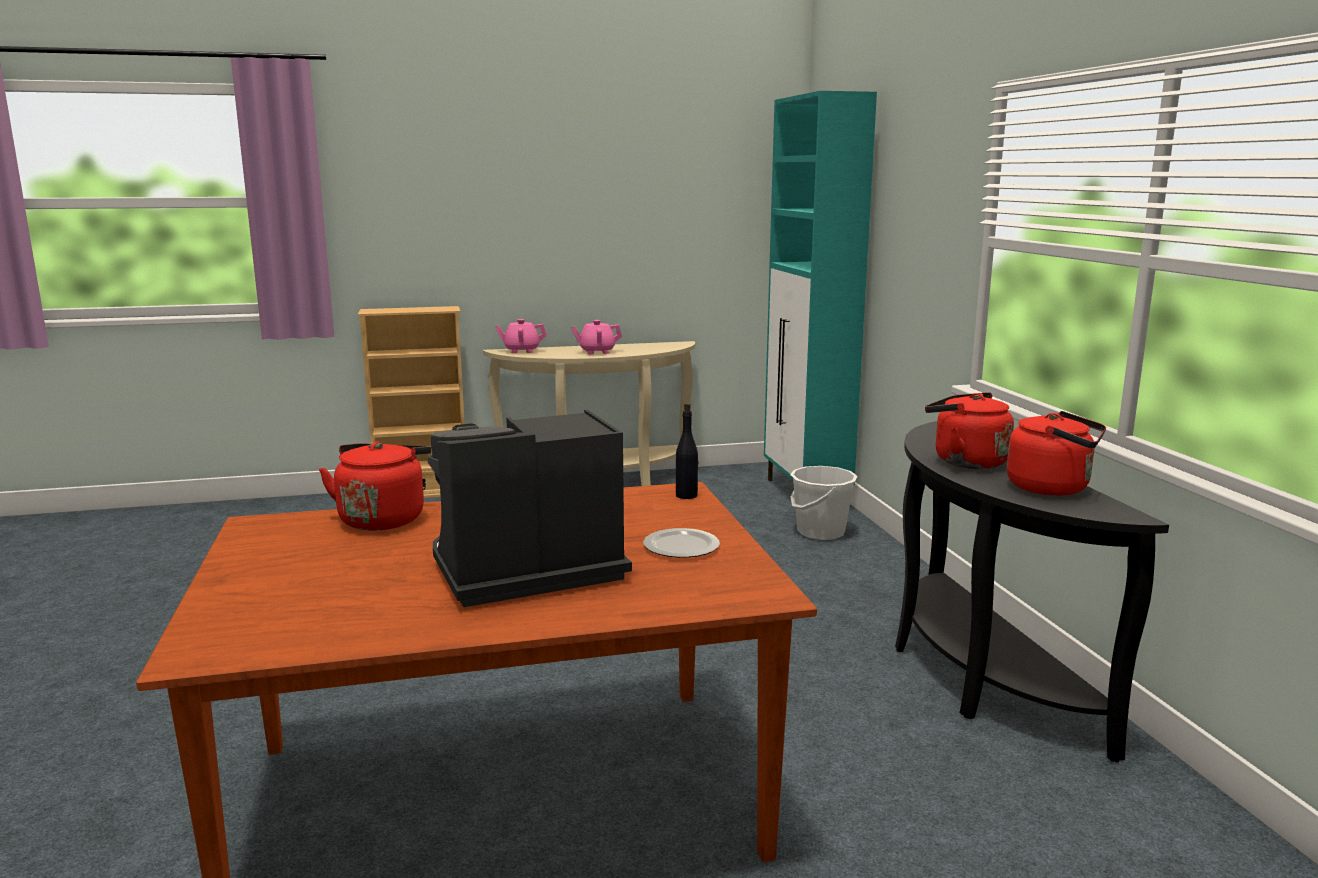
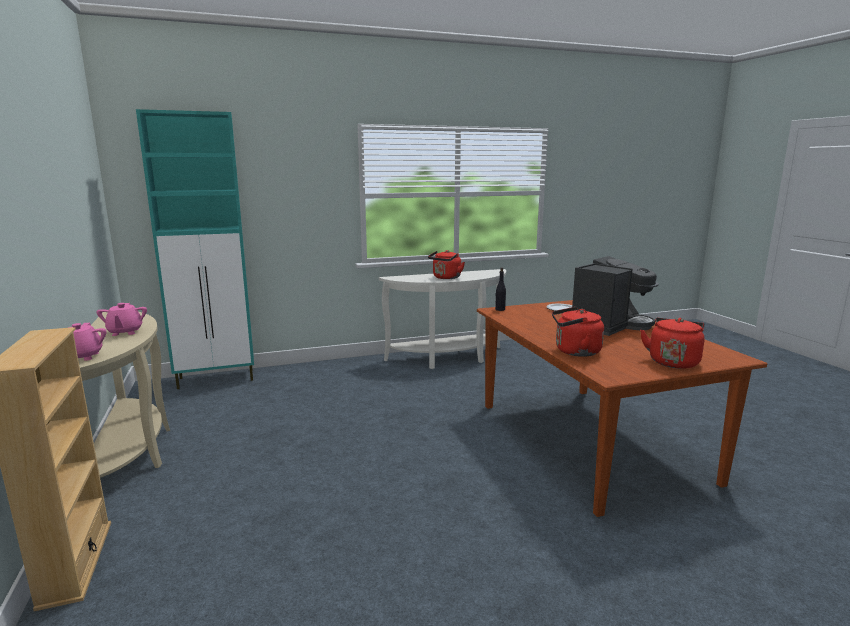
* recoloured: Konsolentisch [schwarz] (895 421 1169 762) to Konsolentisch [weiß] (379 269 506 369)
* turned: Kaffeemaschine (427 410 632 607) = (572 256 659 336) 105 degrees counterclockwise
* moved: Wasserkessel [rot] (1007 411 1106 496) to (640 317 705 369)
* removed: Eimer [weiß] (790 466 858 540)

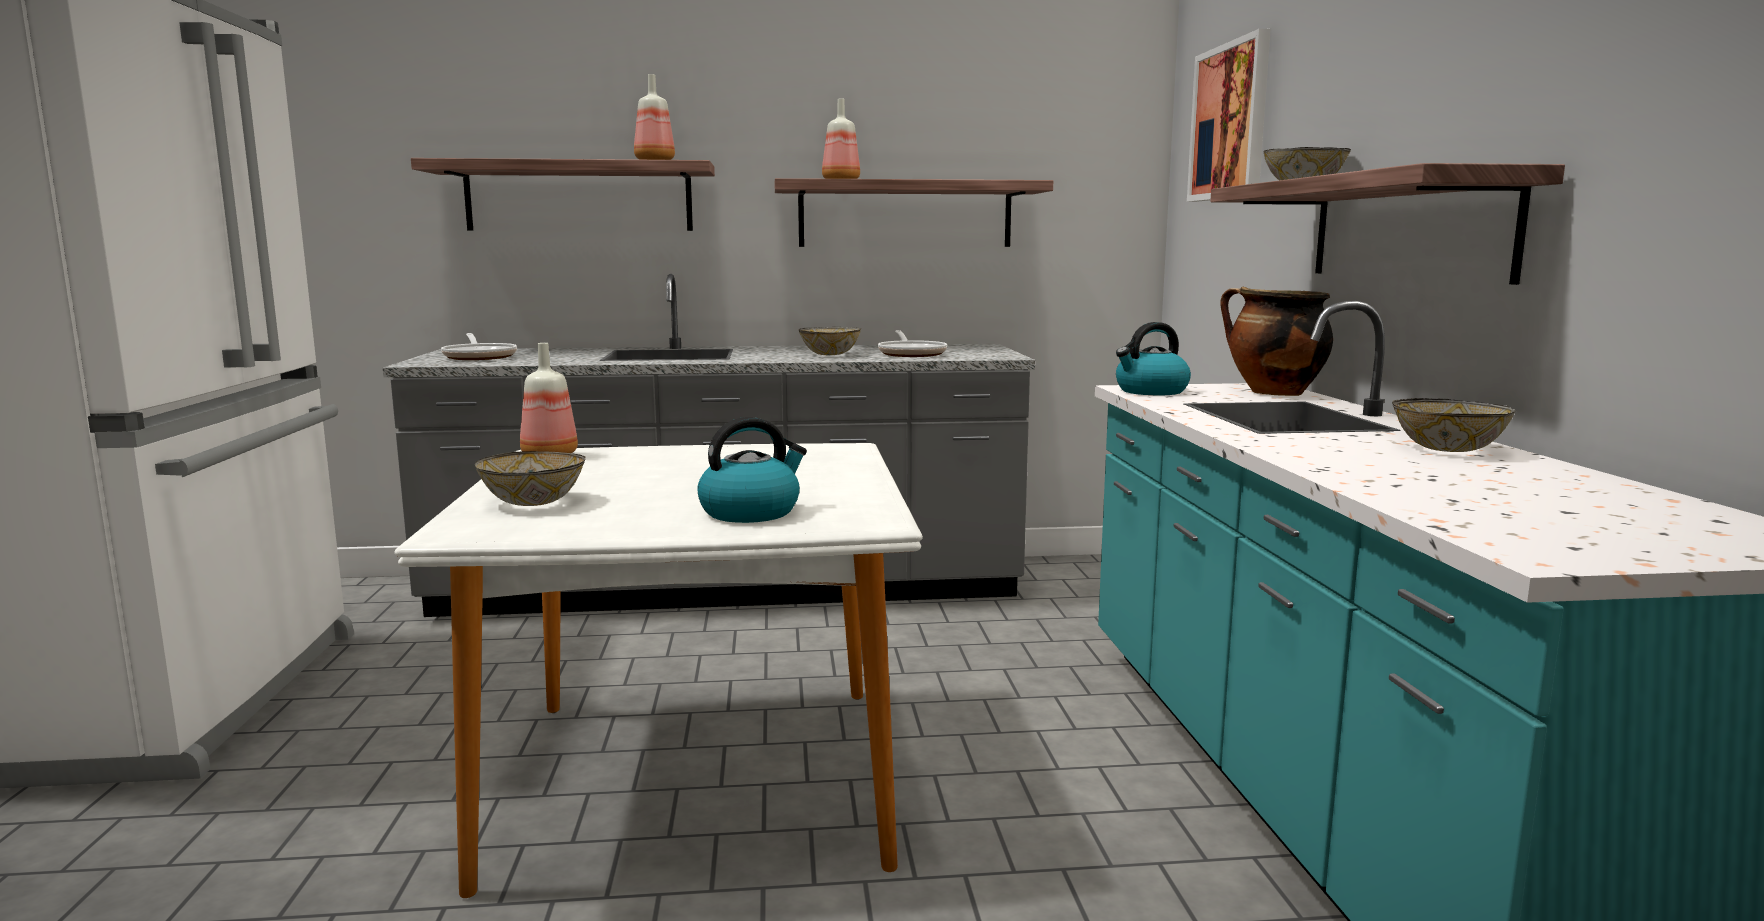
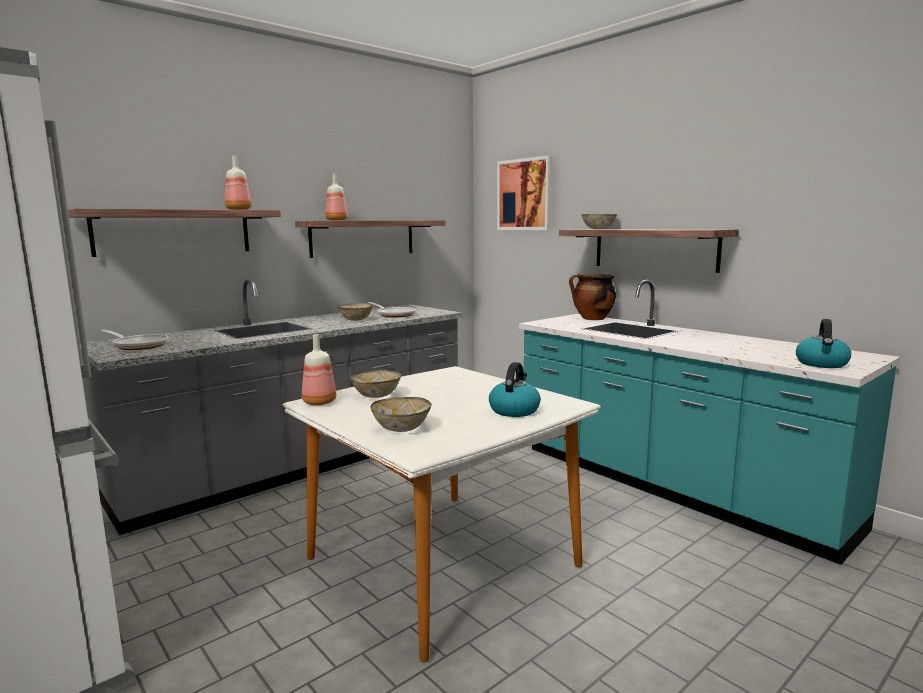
* moved: Schüssel (1392 398 1515 452) to (350 370 401 398)
* moved: Wasserkessel (1116 322 1191 395) to (796 319 851 368)

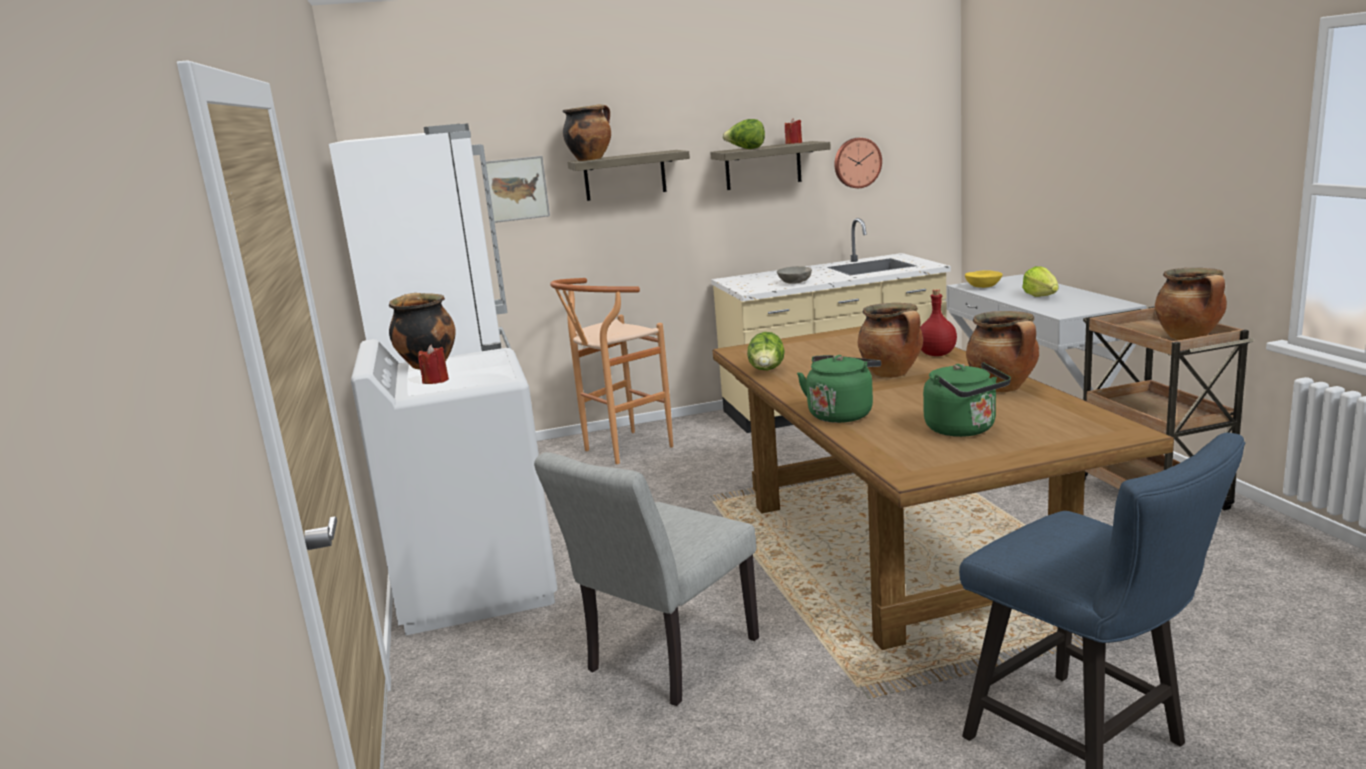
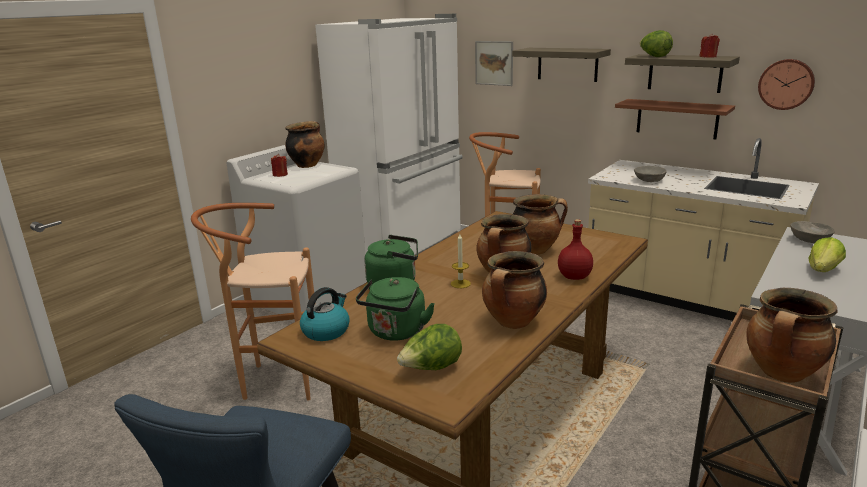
* replaced: Stuhl [grau] (534 452 759 706) to Hocker [braun] (191 203 314 401)
* added: Wasserkessel (300 287 350 341)
* moved: Salatkopf (747 332 785 371) to (397 324 462 370)
* added: Kerze (451 234 471 288)
* moved: Kochtopf (563 104 611 161) to (512 194 568 255)
* added: Wandregal [braun] (615 99 735 140)
* recoloured: Schüssel [gelb] (965 270 1002 288) to Schüssel [grau] (790 221 835 243)

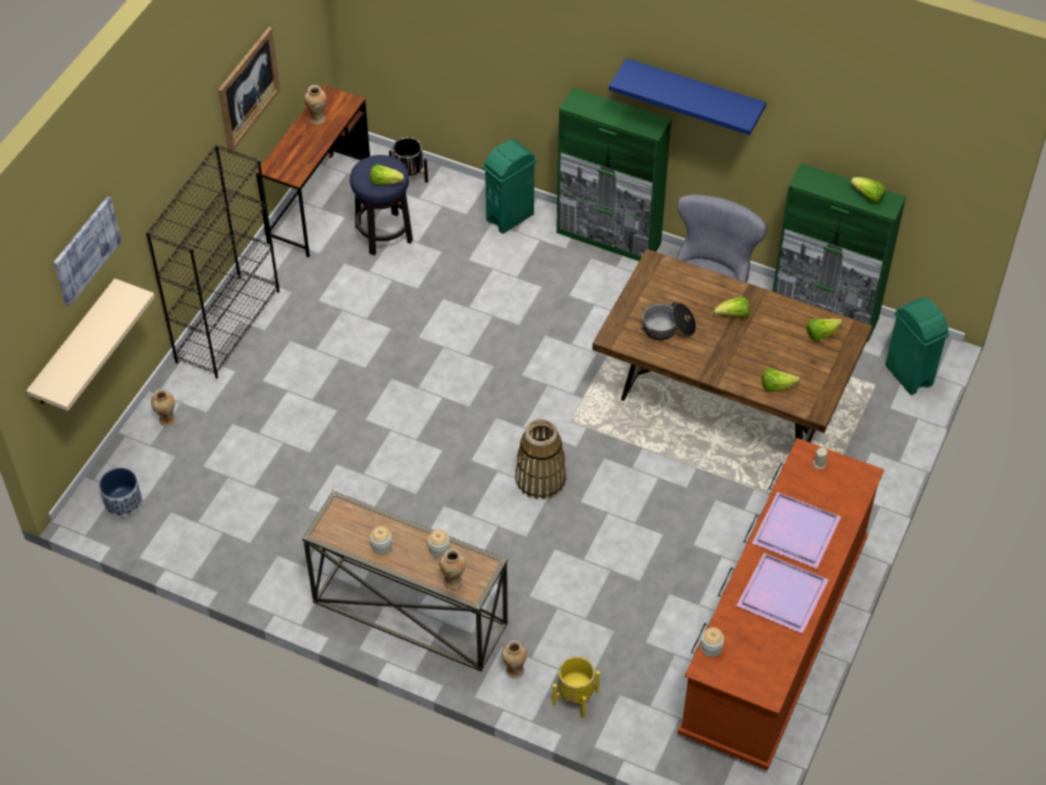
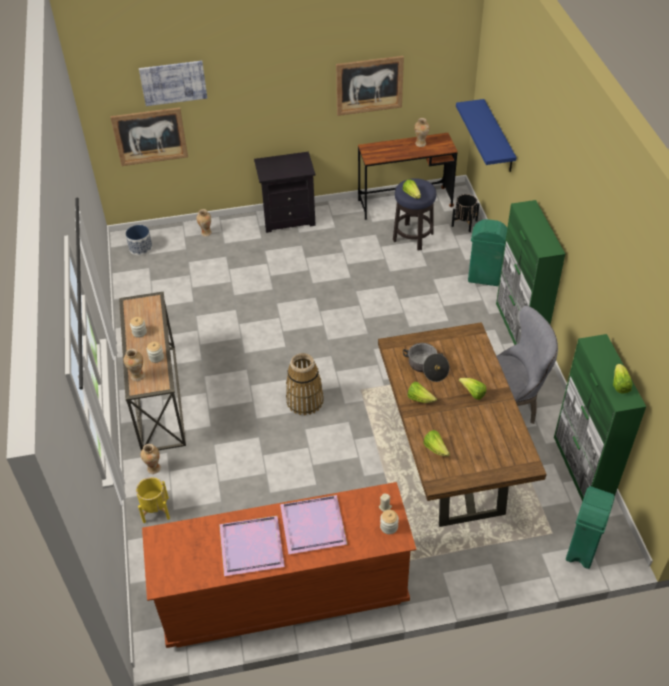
* replaced: Wandregal [beige] (26 278 155 411) to Bild (110 107 188 166)
* replaced: Bücherregal [schwarz] (146 144 280 379) to Nachttisch [schwarz] (254 152 316 233)
* moved: Vorratsglas (701 627 724 657) to (380 510 399 534)
* moved: Salatkopf (807 319 842 341) to (408 382 437 403)
* moved: Wandregal [blau] (609 58 766 135) to (456 99 517 172)

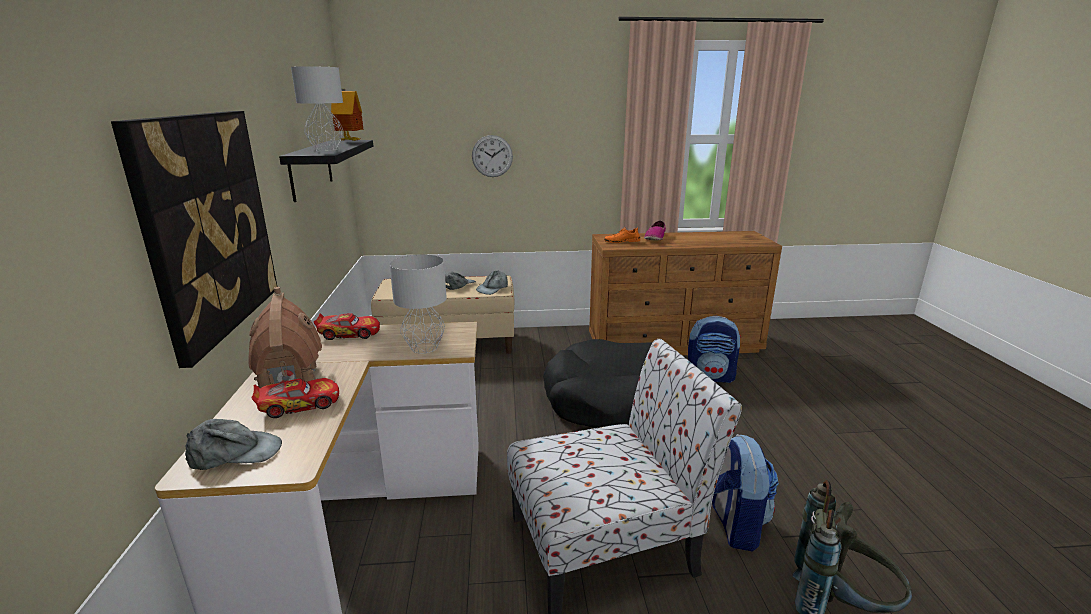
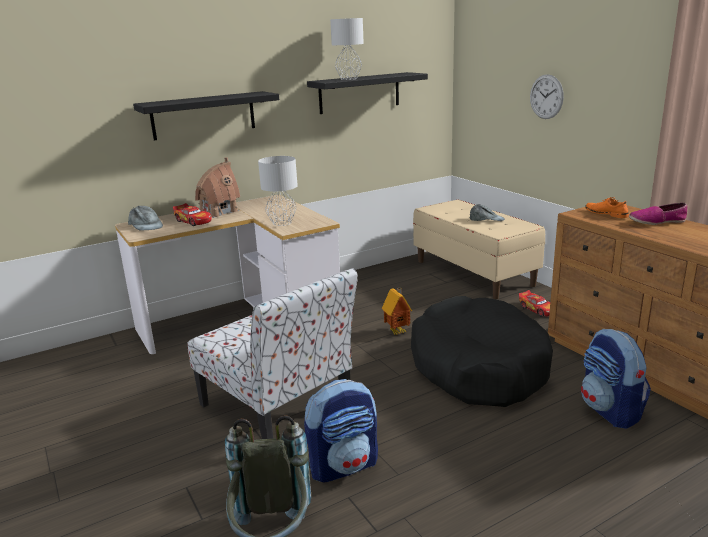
* replaced: Bild (111 111 277 368) to Wandregal [schwarz] (133 91 279 140)
* moved: Spielzeughaus (331 89 363 142) to (382 288 412 335)
* moved: Spielzeugauto (313 313 380 340) to (519 290 550 317)
* removed: Kappe [grau] (476 271 508 295)

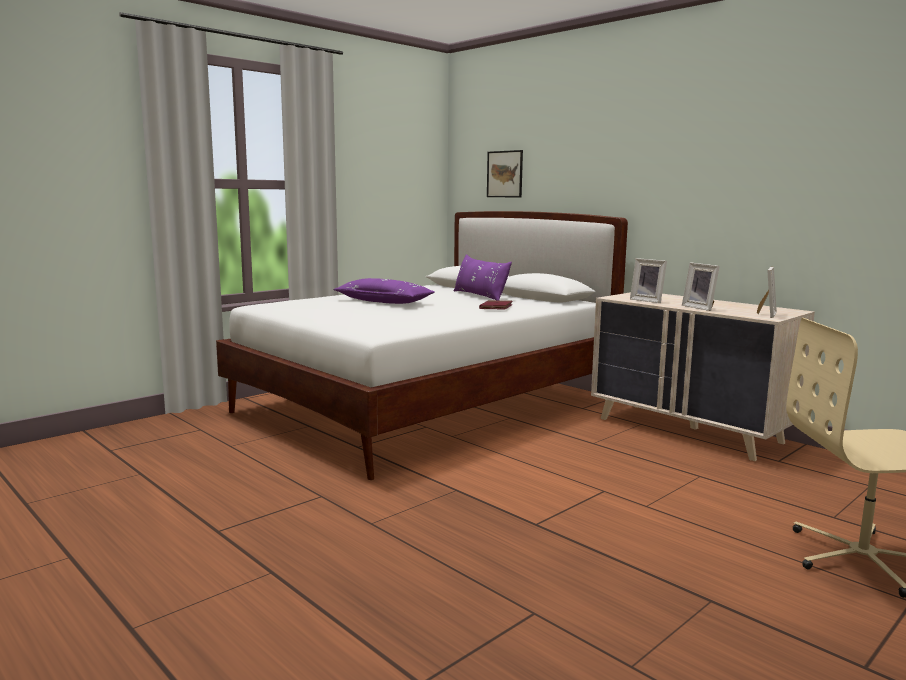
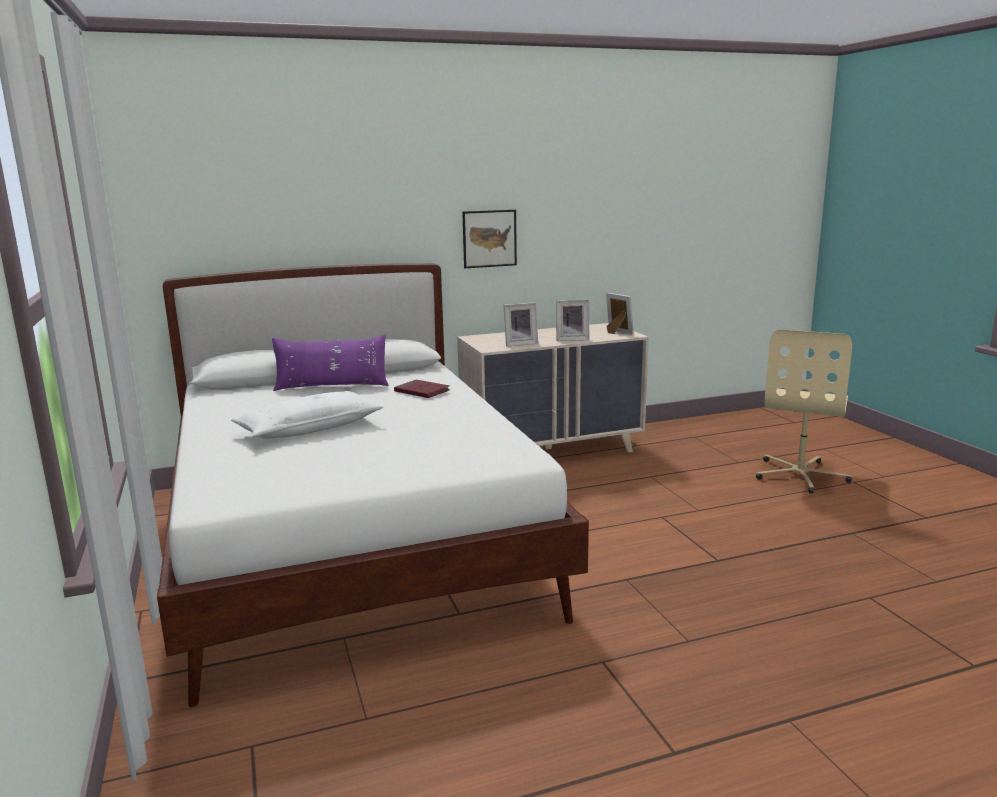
* recoloured: Kissen [lila] (333 278 435 304) to Kissen [weiß] (231 391 384 439)
* moved: Bild (487 150 523 198) to (462 210 517 268)

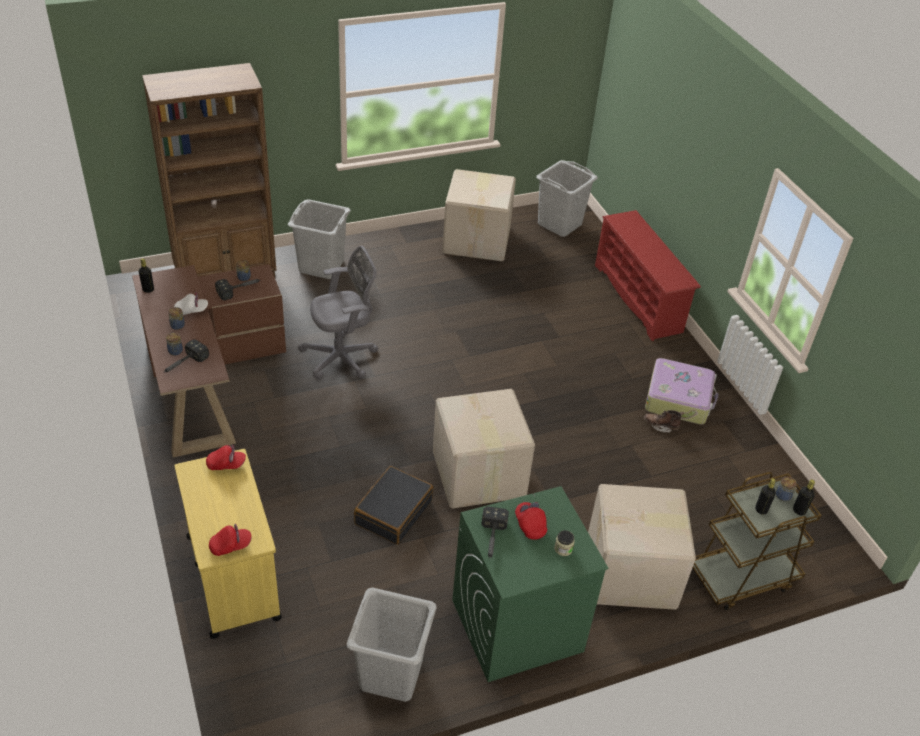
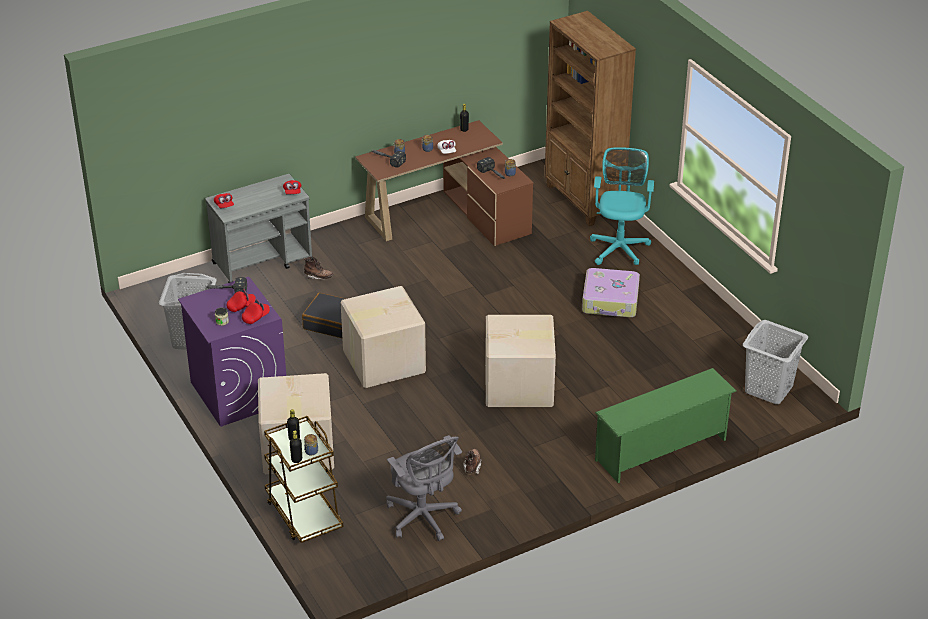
* recoloured: Waschmaschine [grün] (452 486 608 682) to Waschmaschine [lila] (178 277 286 427)
* recoloured: Rollwagen [gelb] (175 449 282 639) to Rollwagen [grau] (205 174 313 283)
* added: Kappe [rot] (242 299 270 324)
* added: Stiefel [braun] (304 257 334 280)
* moved: Bürostuhl [grau] (298 246 378 380) to (386 435 462 541)
* moved: Karton (442 169 516 261) to (485 315 556 407)
* moved: Koffer (645 358 719 424) to (582 268 640 317)
* replaced: Wäschekorb [grau] (288 199 351 279) to Bürostuhl [türkis] (590 147 654 265)
* recoloured: Schuhregal [rot] (595 210 701 341) to Schuhregal [grün] (595 368 736 483)

